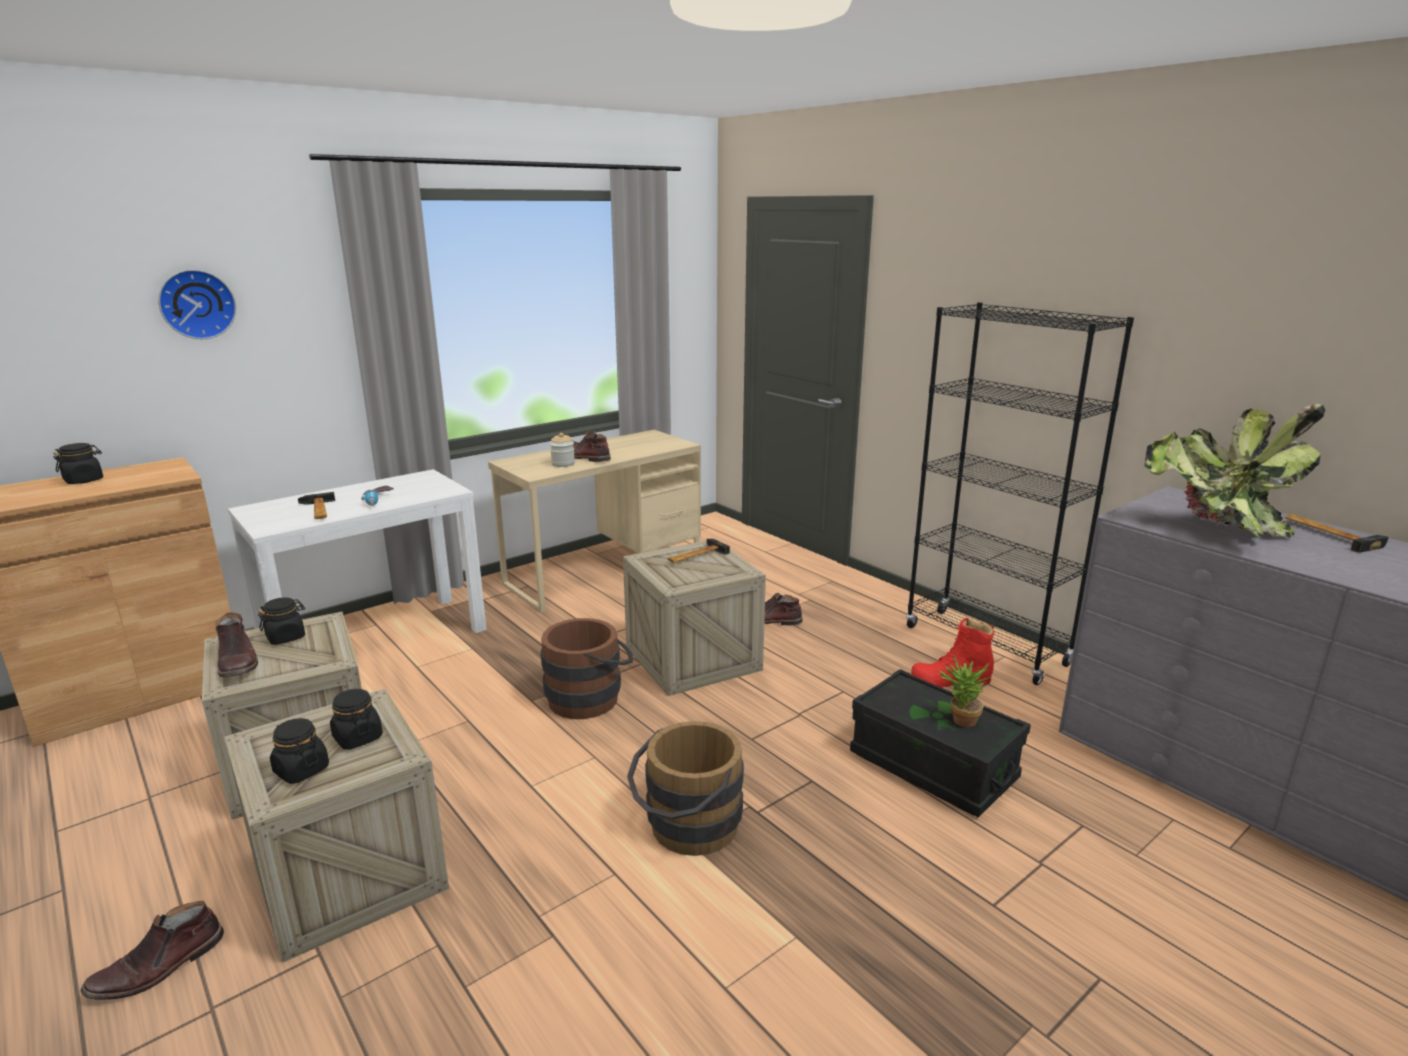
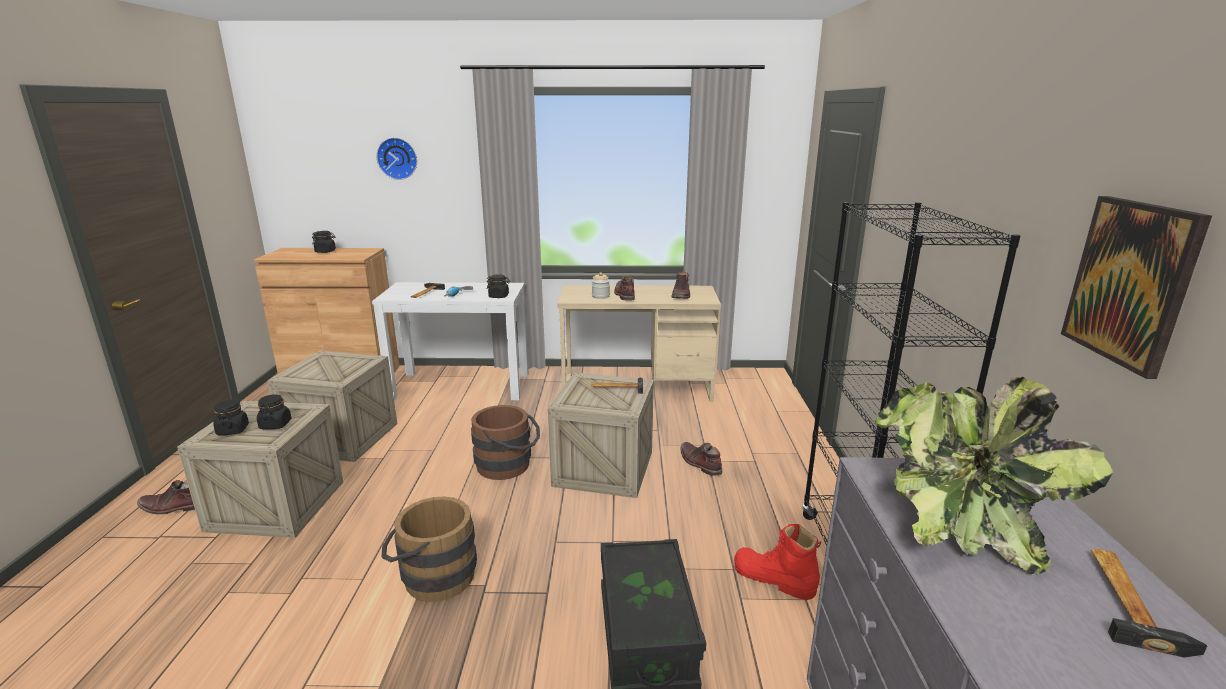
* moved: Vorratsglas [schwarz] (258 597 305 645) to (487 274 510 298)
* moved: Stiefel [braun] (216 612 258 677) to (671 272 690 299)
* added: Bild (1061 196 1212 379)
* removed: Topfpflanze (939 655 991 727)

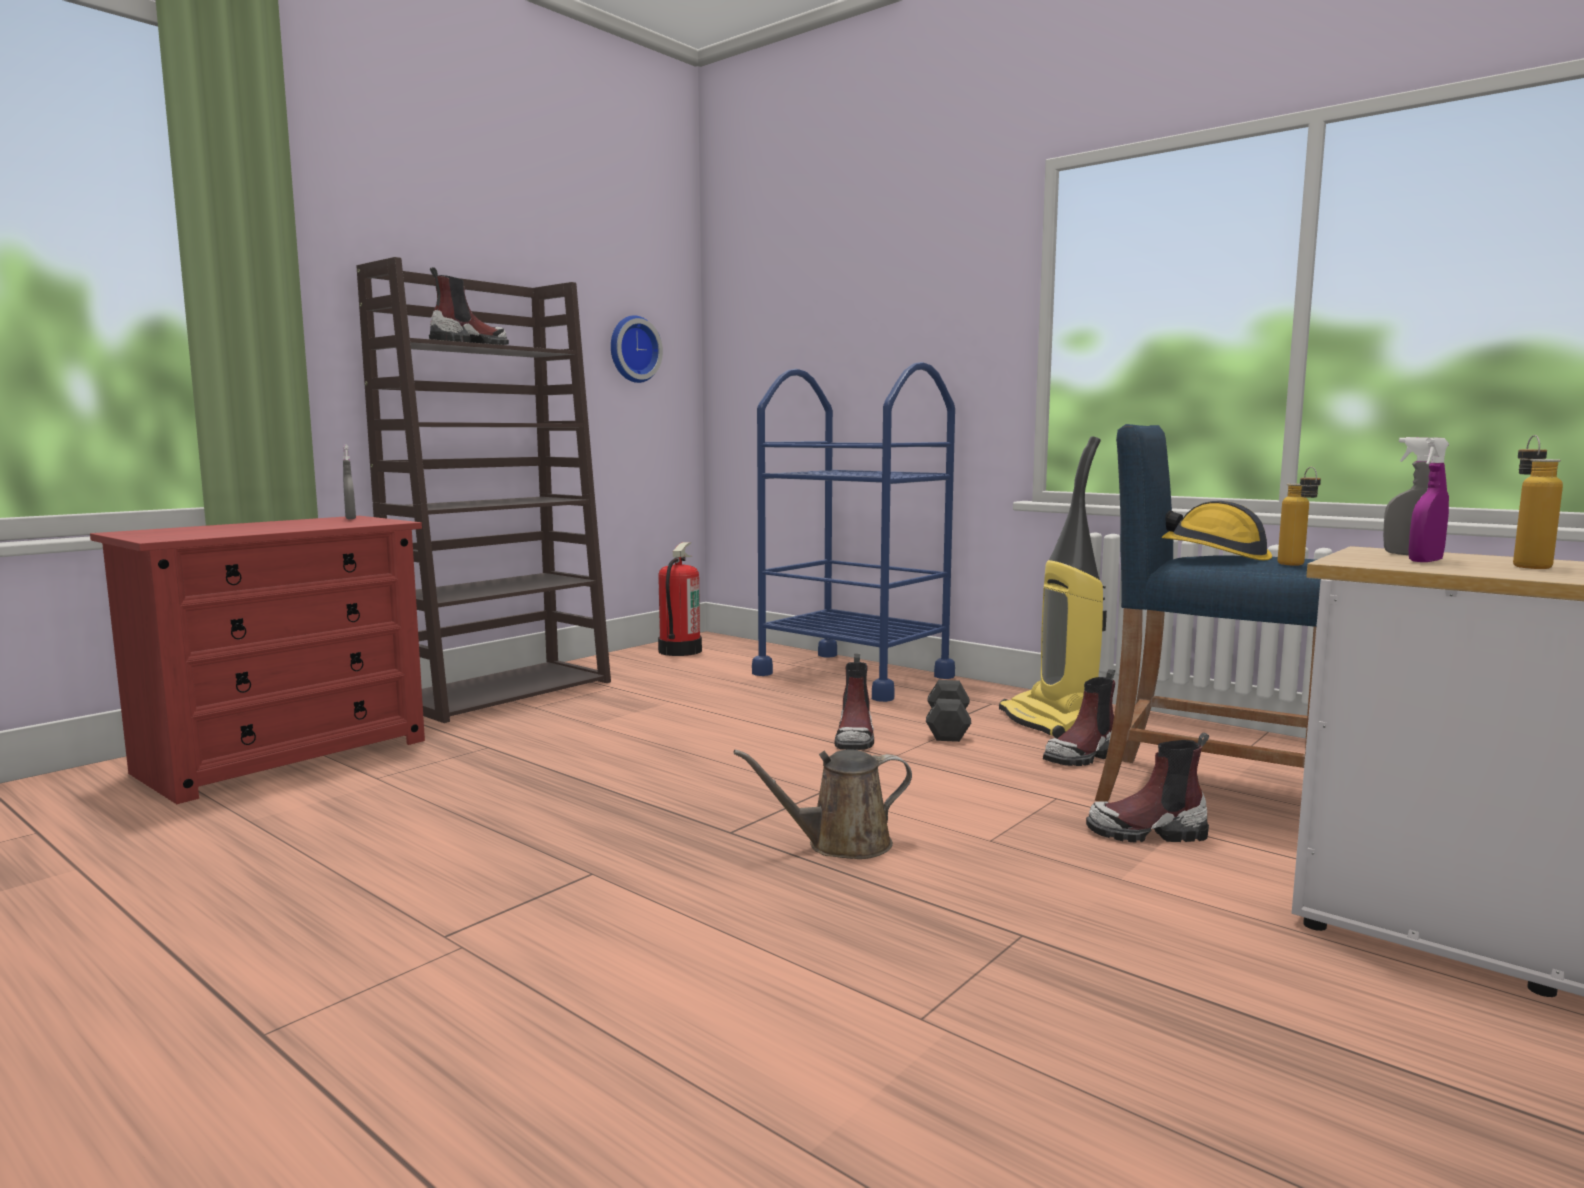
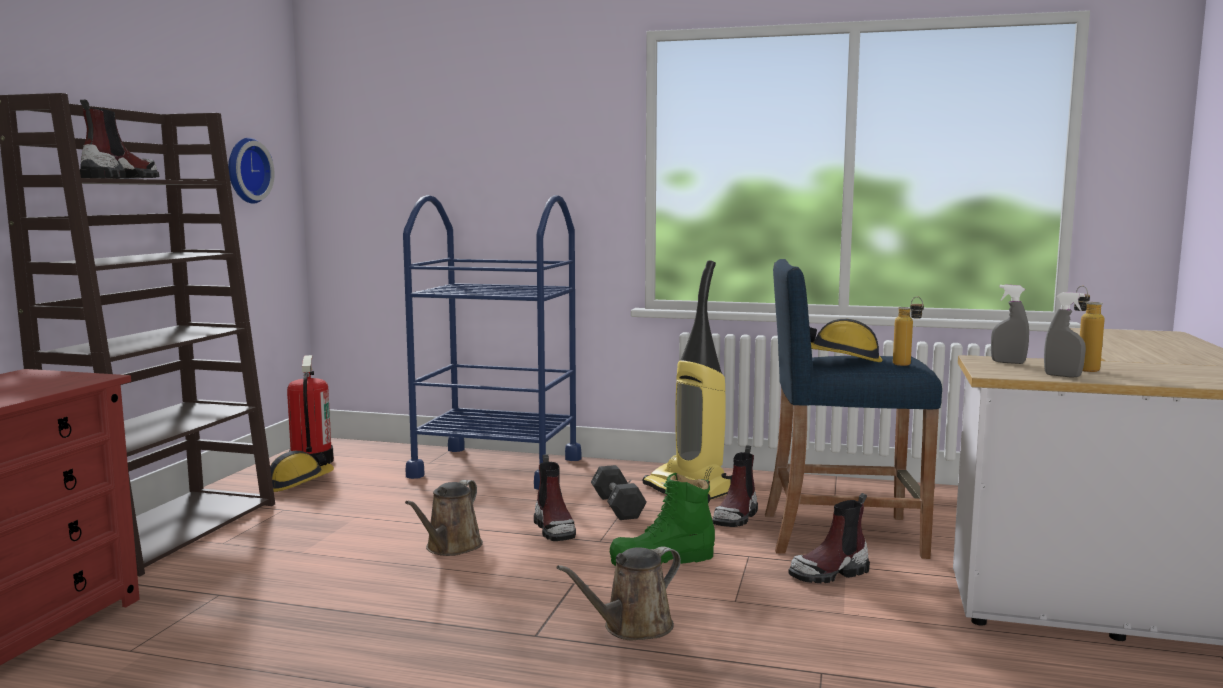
* added: Schutzhelm (270 451 334 492)
* added: Gießkanne [braun] (405 480 483 556)
* added: Stiefel [grün] (610 473 715 566)
* moved: Sprühflasche [grau] (343 445 356 519) to (1044 292 1086 378)
* removed: Sprühflasche [lila] (1409 437 1449 562)

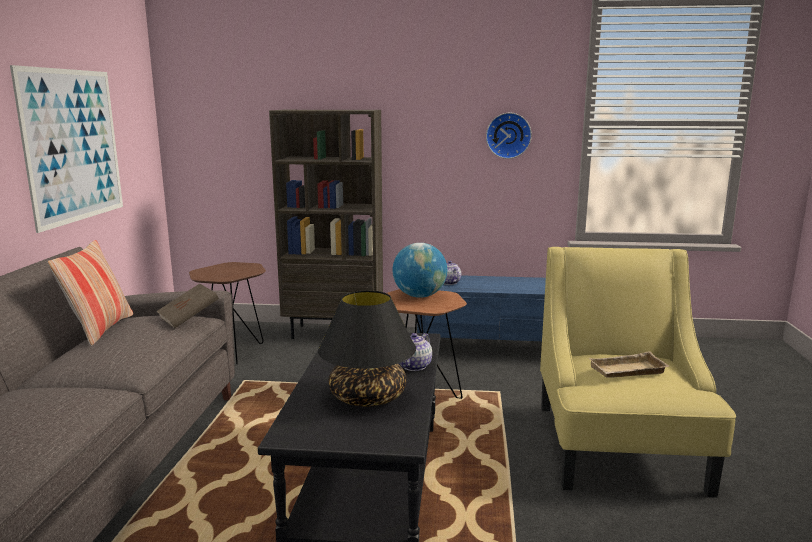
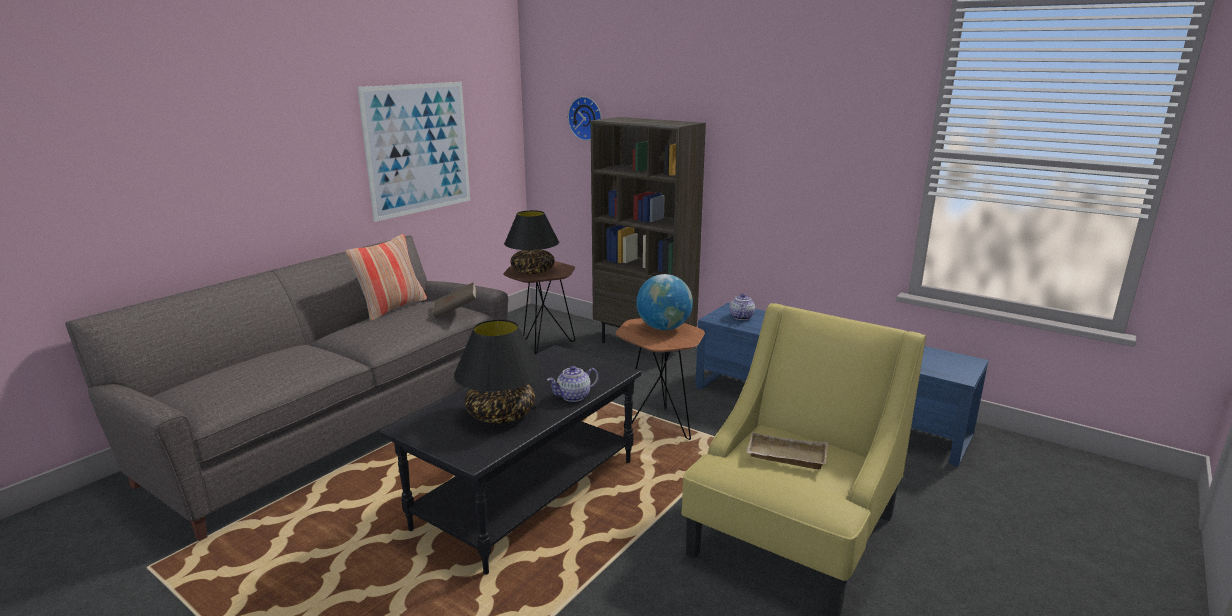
* added: Tischlampe [schwarz] (504 210 559 274)
* moved: Wanduhr (486 113 532 159) to (568 97 602 141)

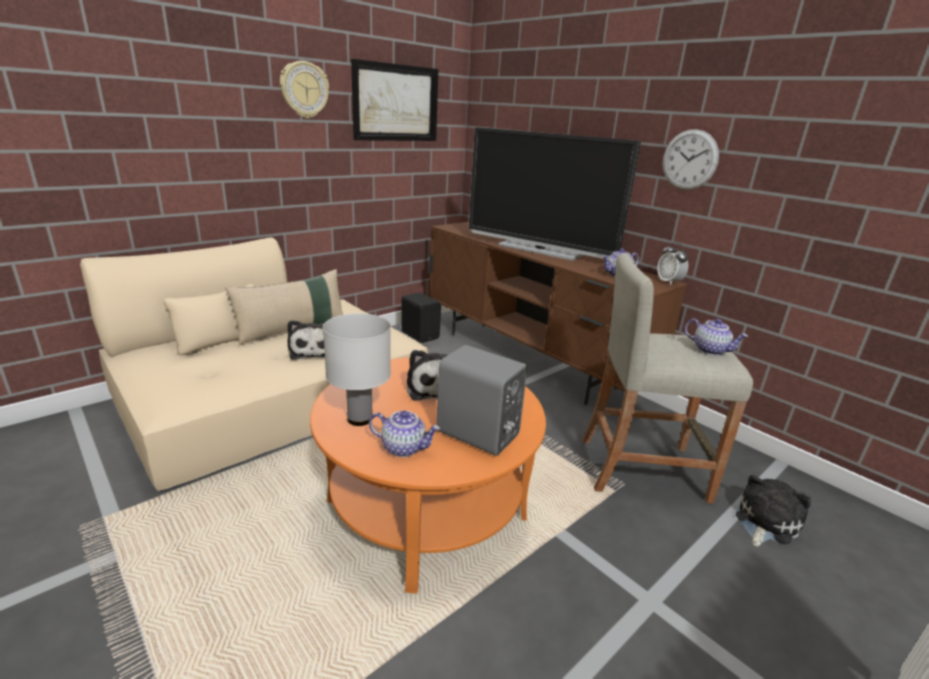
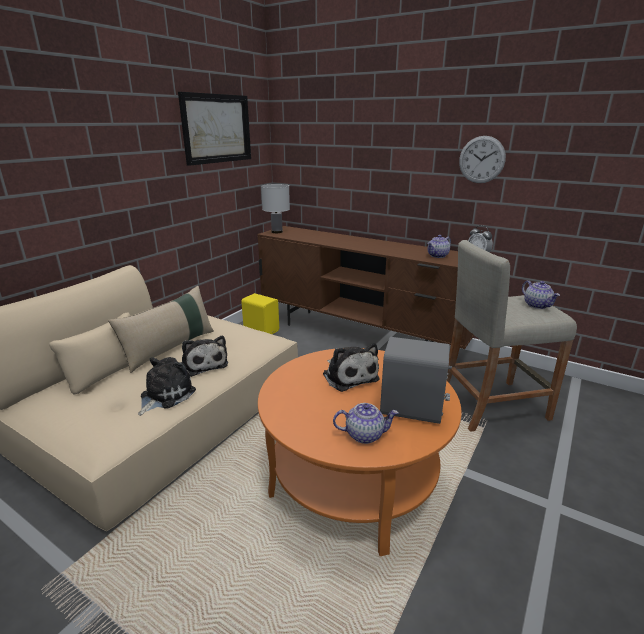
* moved: Plüschtier (736 475 811 547) to (138 357 196 416)
* recoloured: Lautsprecher [schwarz] (401 293 441 343) to Lautsprecher [gelb] (241 293 279 334)
* moved: Tischlampe [weiß] (323 313 391 426) to (261 184 290 233)
* turned: Teekanne (684 319 748 355) = (522 280 560 309) 45 degrees clockwise
* removed: Wanduhr (280 61 329 118)
* removed: Fernseher (469 127 641 261)

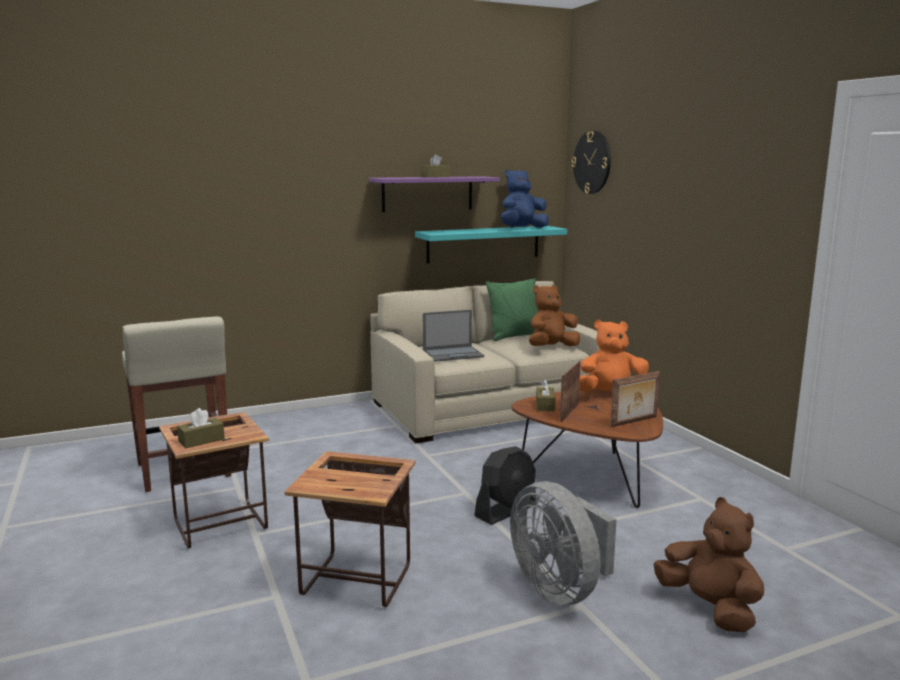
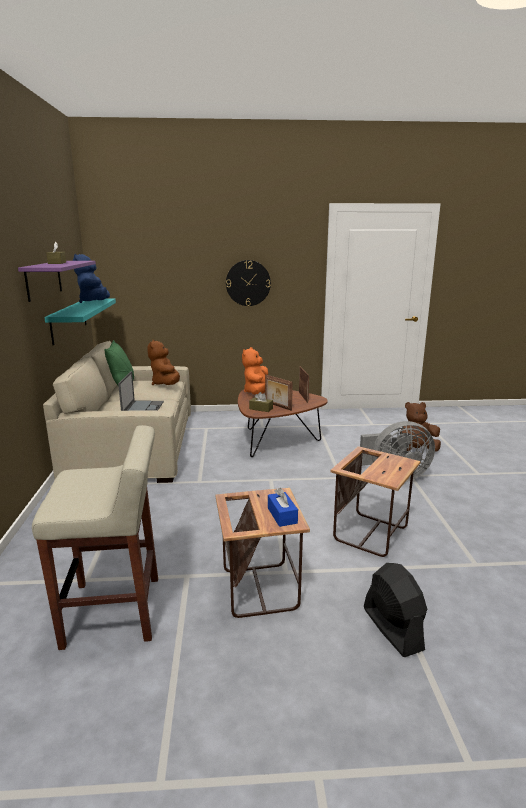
* moved: Wanduhr (572 130 611 194) to (226 260 271 306)
* recoloured: Taschentuchbox [braun] (177 408 225 448) to Taschentuchbox [blau] (268 488 298 527)
* moved: Ventilator [schwarz] (474 446 536 525) to (364 563 427 657)

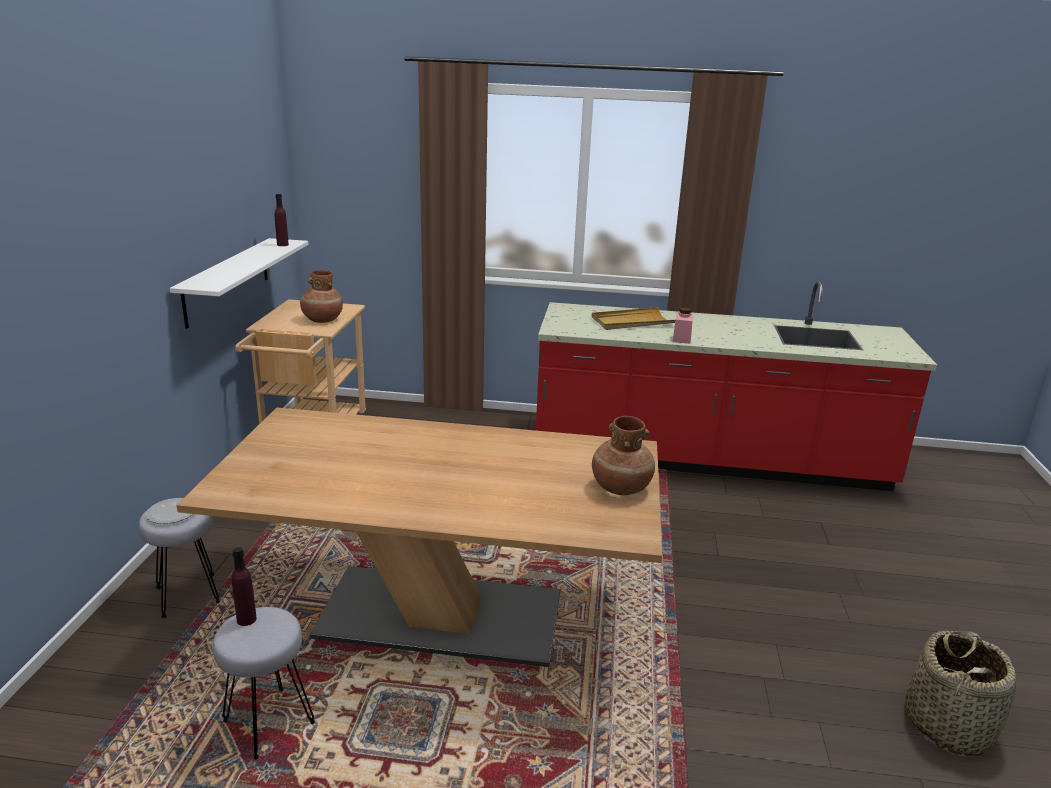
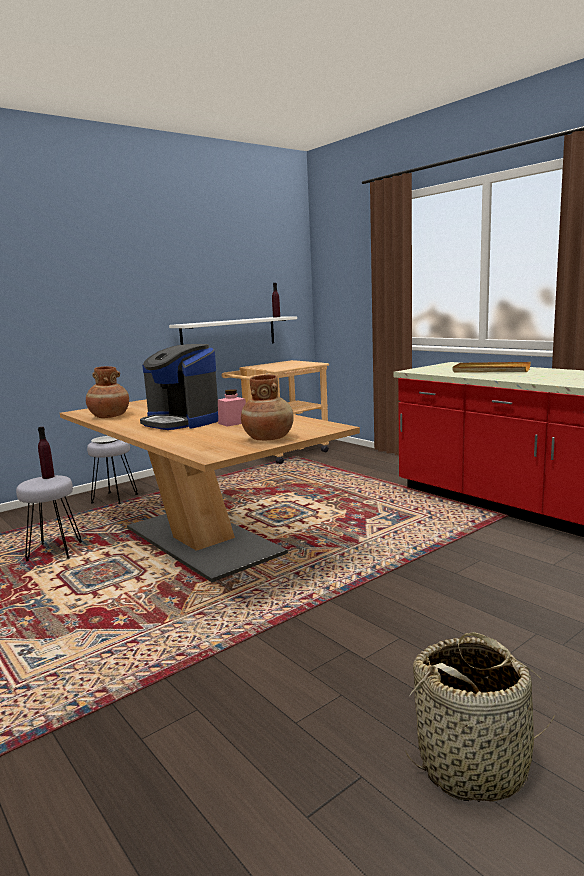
* moved: Vase [braun] (300 270 343 323) to (86 366 129 418)
* added: Kaffeemaschine (140 344 218 430)
* moved: Vorratsglas [rosa] (672 307 693 344) to (218 389 246 427)

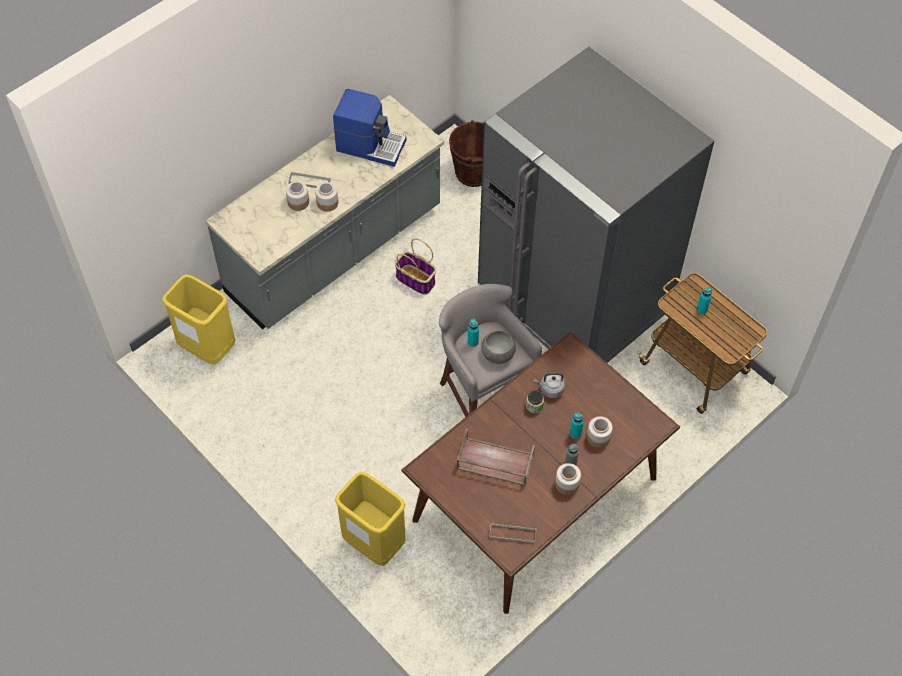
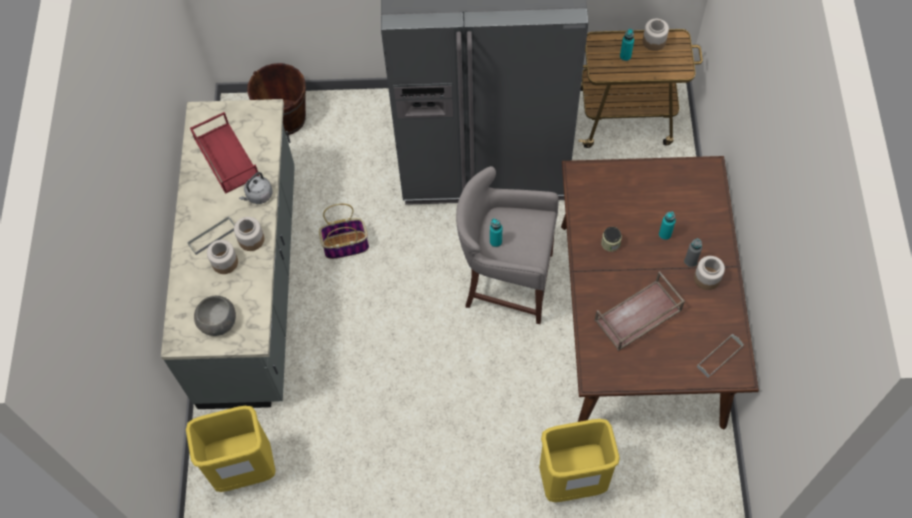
* replaced: Kaffeemaschine (333 89 406 167) to Tablett [rot] (190 112 259 194)
* moved: Schüssel [grau] (481 331 516 364) to (194 296 236 336)
* moved: Wasserkessel [grau] (534 373 565 398) to (239 172 272 204)
* moved: Vorratsglas (587 416 613 448) to (643 19 669 51)

